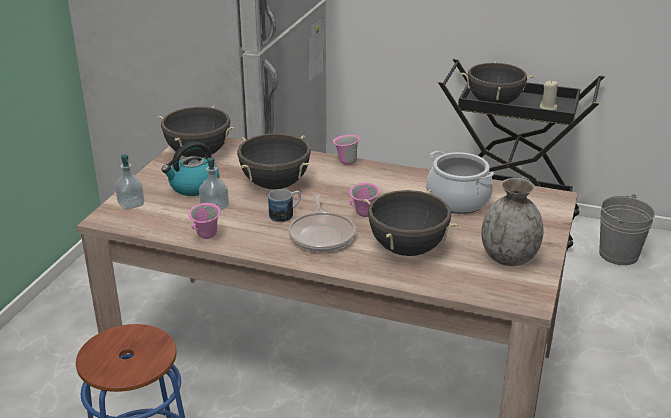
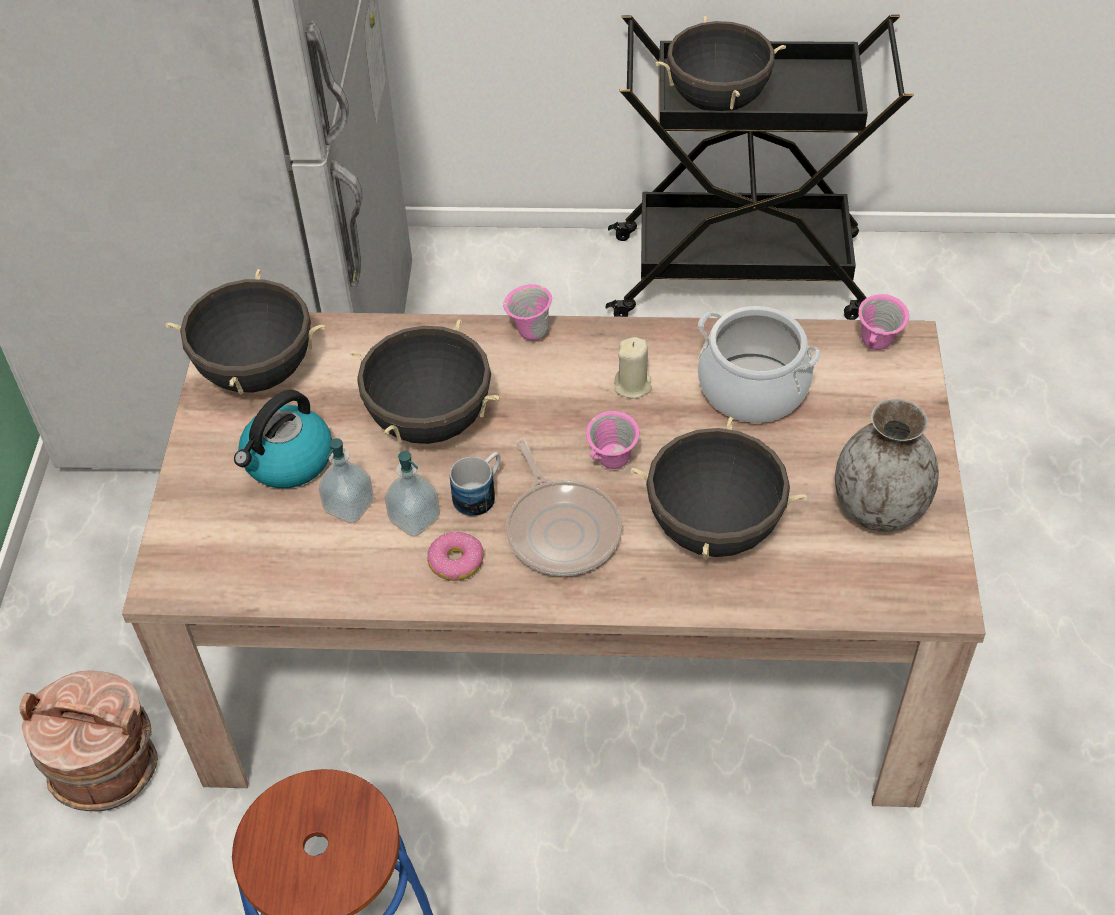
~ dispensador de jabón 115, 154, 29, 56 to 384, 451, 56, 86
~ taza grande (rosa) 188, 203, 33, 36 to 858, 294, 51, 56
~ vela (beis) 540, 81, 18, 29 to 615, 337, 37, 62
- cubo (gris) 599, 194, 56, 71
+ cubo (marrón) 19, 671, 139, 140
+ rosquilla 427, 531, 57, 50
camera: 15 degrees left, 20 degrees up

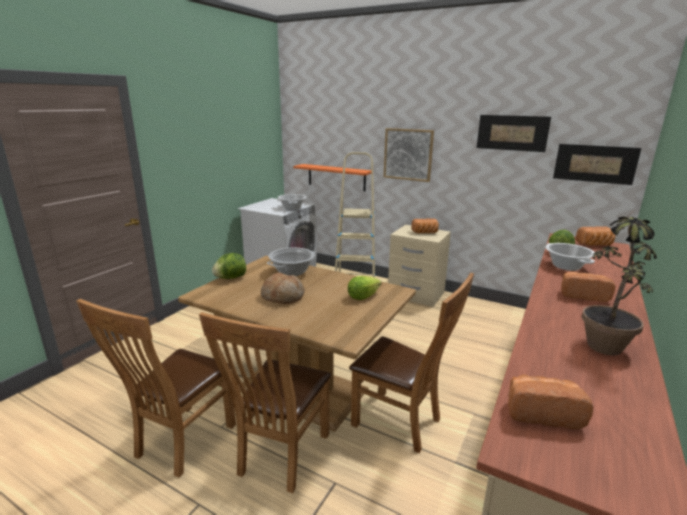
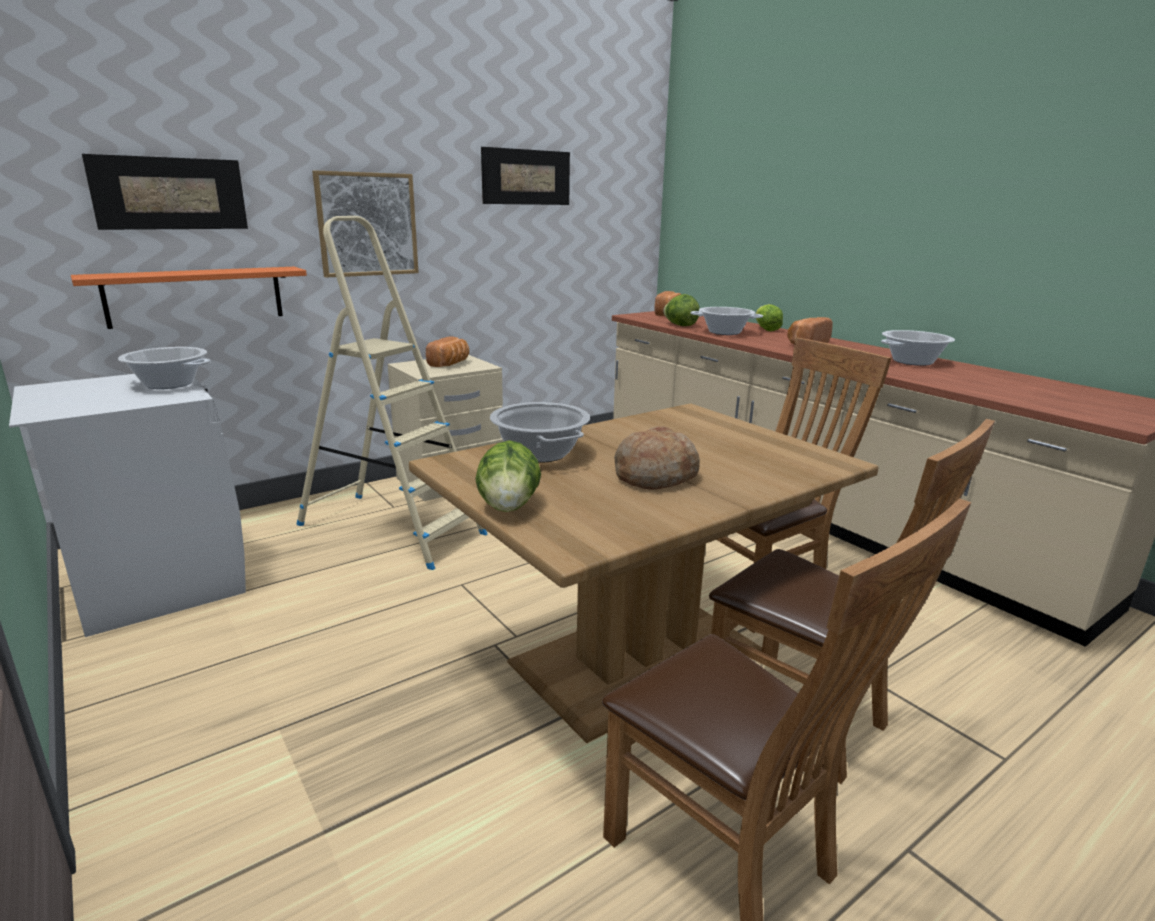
~ lechuga 348, 276, 34, 24 to 756, 304, 27, 27
- pan 508, 375, 85, 54
~ cuadro 553, 144, 88, 41 to 82, 154, 166, 76
~ planta en maceta 582, 214, 75, 141 to olla 881, 330, 74, 36
camera: 65 degrees left, 0 degrees up

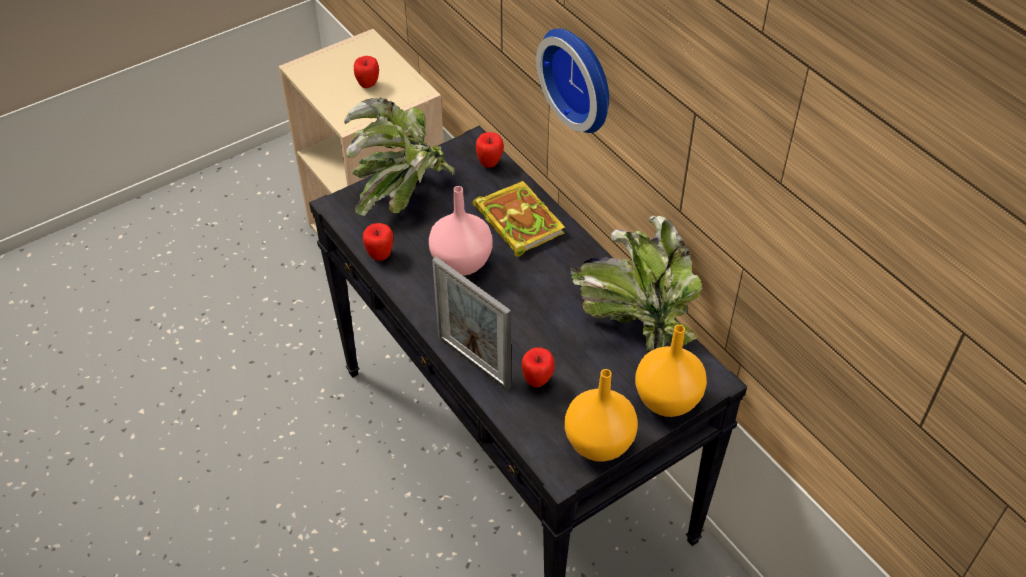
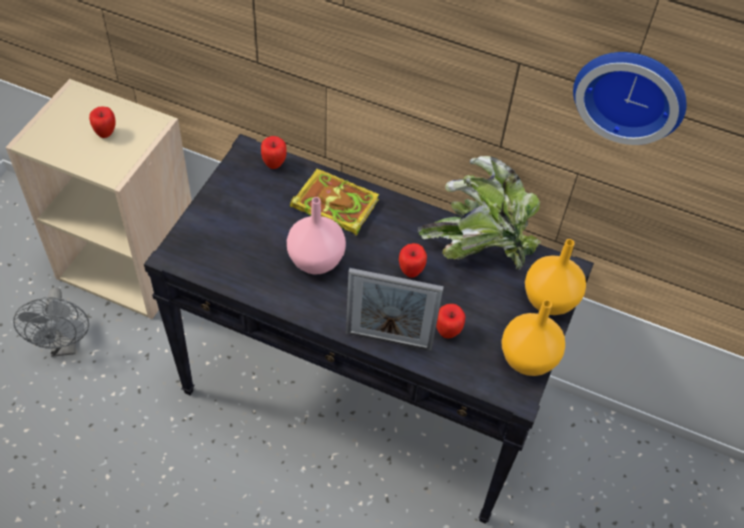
- planta en maceta 344, 97, 111, 119
~ manzana 363, 223, 30, 38 to 399, 243, 28, 35
~ reloj de pared 536, 29, 73, 104 to 573, 52, 114, 93
+ ventilador (gris) 13, 287, 76, 70
camera: 35 degrees left, 5 degrees up

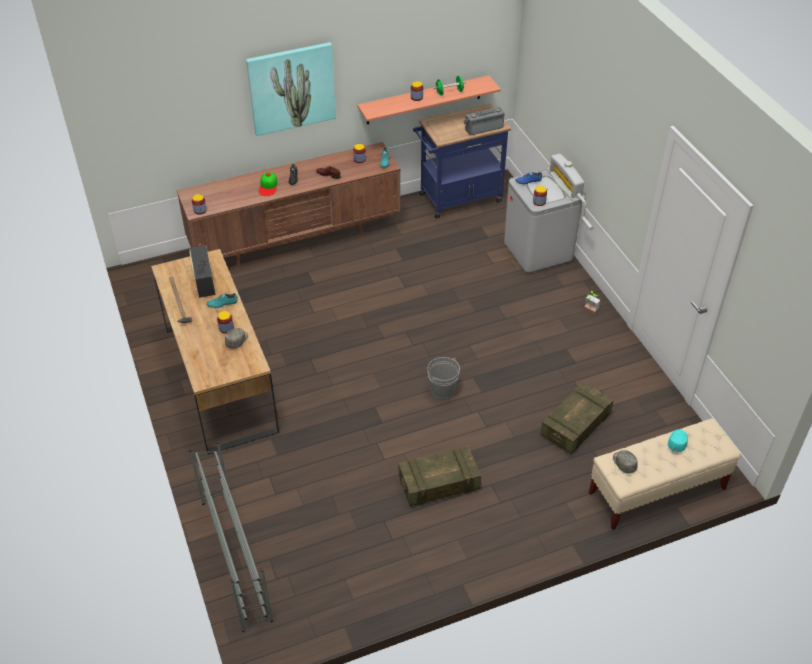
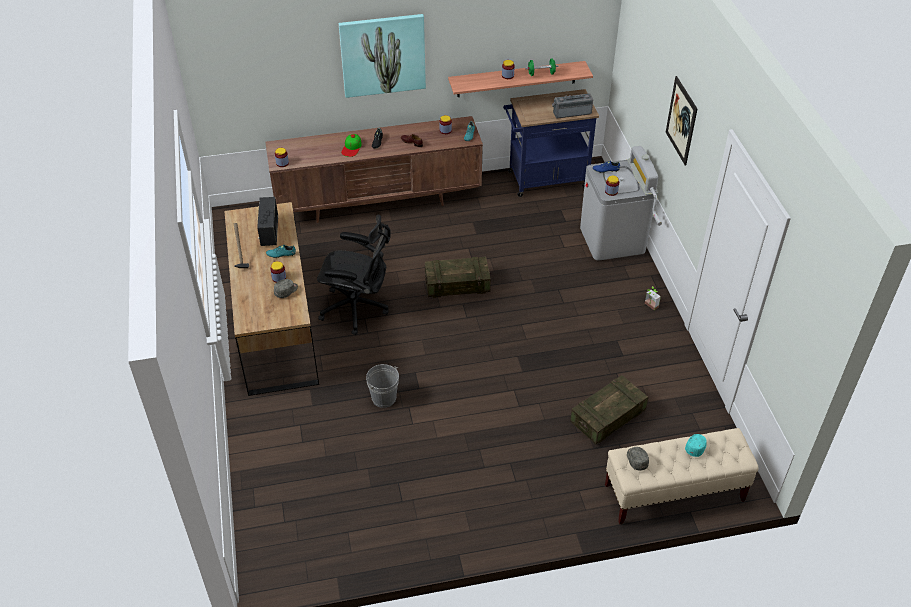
- zapatero (gris) 189, 441, 84, 191
~ caja de embalaje 398, 446, 83, 60 to 425, 257, 66, 41
~ cubo (gris) 428, 357, 32, 43 to 366, 364, 33, 44
+ silla de oficina 317, 214, 74, 121
+ cuadro 666, 76, 31, 90
camera: 10 degrees right, 0 degrees up

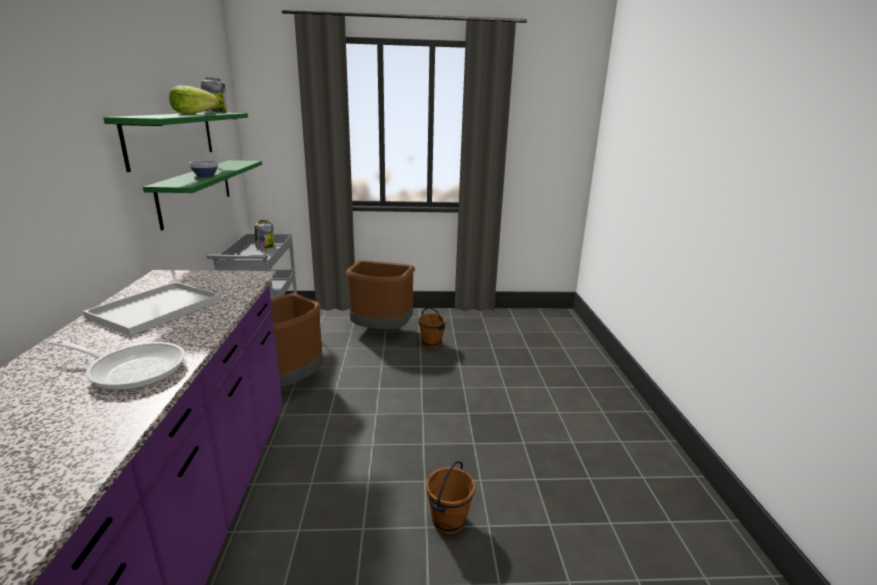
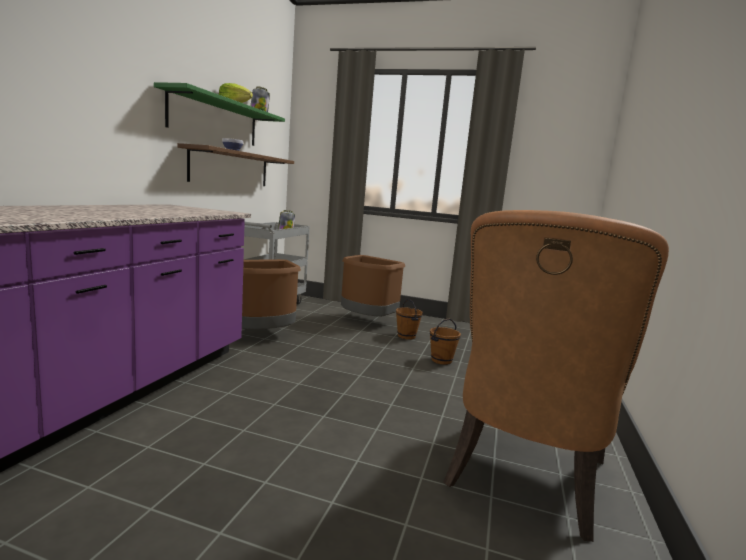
- sartén 51, 340, 134, 50
- bandeja (blanco) 83, 282, 138, 54
~ estante (verde) 143, 160, 119, 70 to estante (marrón) 178, 143, 116, 43
~ cubo (marrón) 426, 461, 49, 74 to 430, 318, 31, 47
+ silla (marrón) 443, 210, 226, 332
camera: 20 degrees right, 10 degrees down

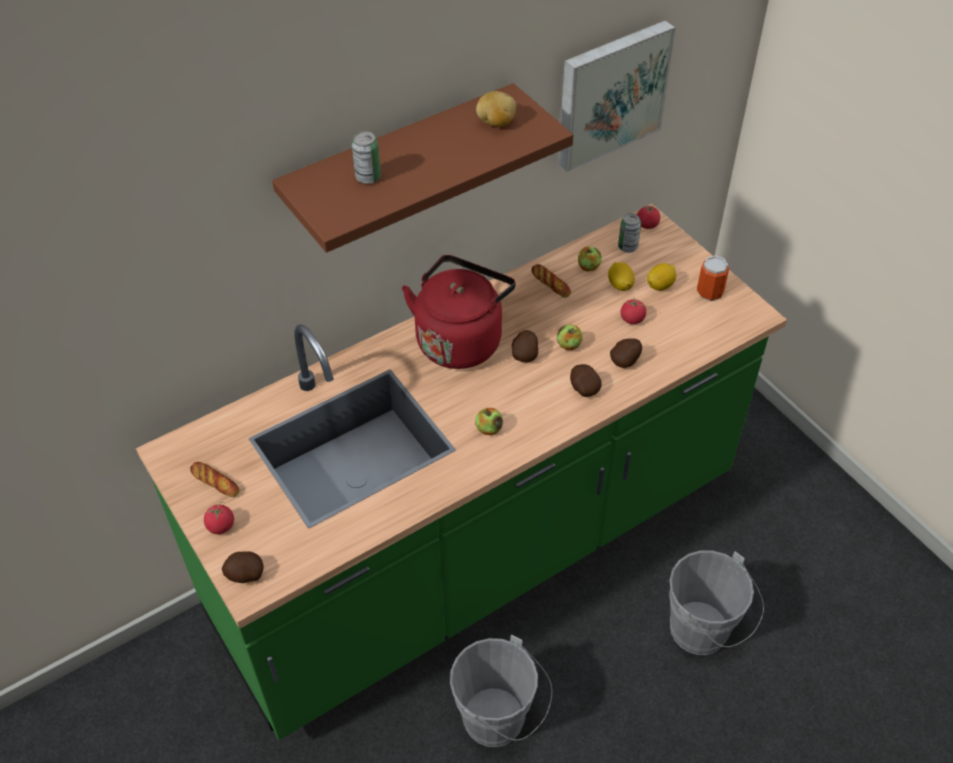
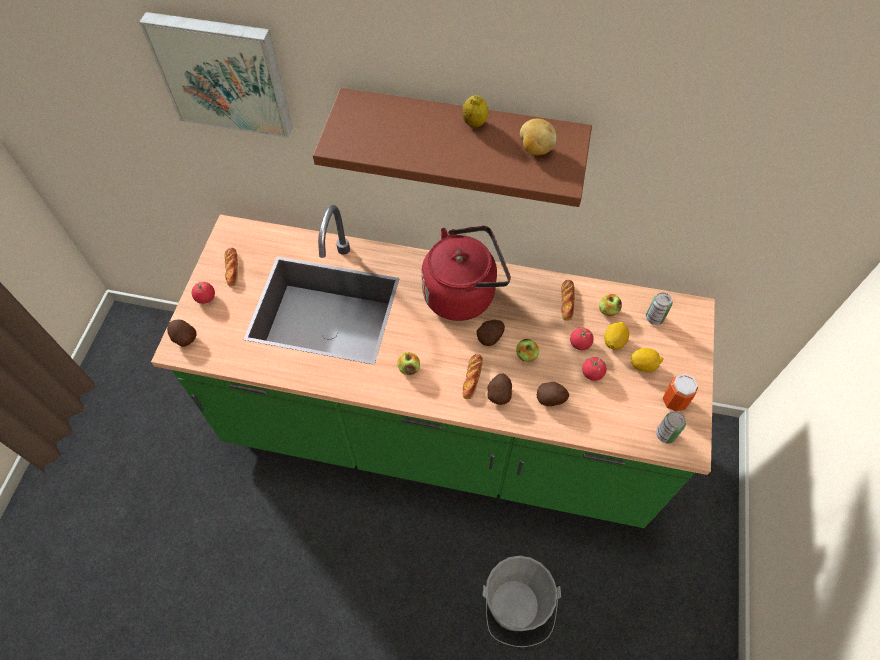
~ lata 352, 131, 29, 53 to 656, 412, 30, 32
- cubo (gris) 450, 635, 102, 112
~ cuadro 558, 20, 117, 152 to 139, 12, 154, 126
~ tomate 637, 204, 23, 25 to 570, 327, 24, 23
+ limón 462, 95, 26, 32
+ pan 462, 354, 21, 45
camera: 45 degrees right, 10 degrees up

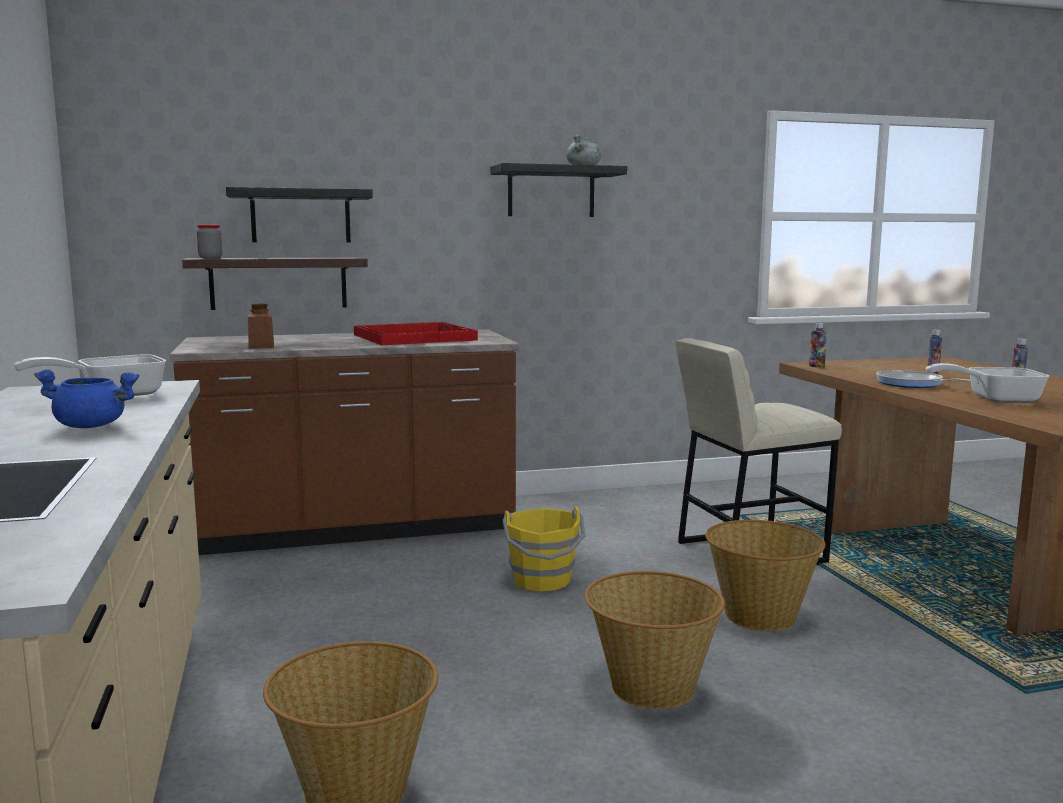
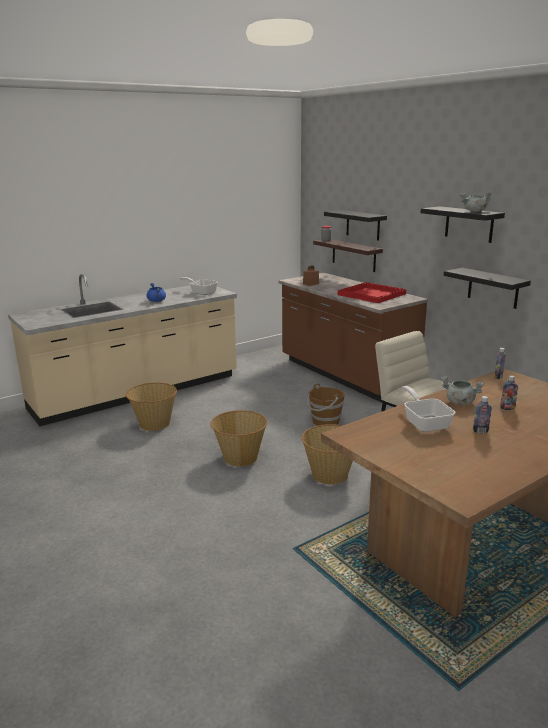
~ cubo (amarillo) 502, 507, 83, 84 to cubo (marrón) 307, 383, 38, 43
~ sartén 876, 370, 95, 18 to olla (gris) 440, 376, 44, 29
+ estante (negro) 444, 268, 87, 41
camera: 70 degrees right, 10 degrees up

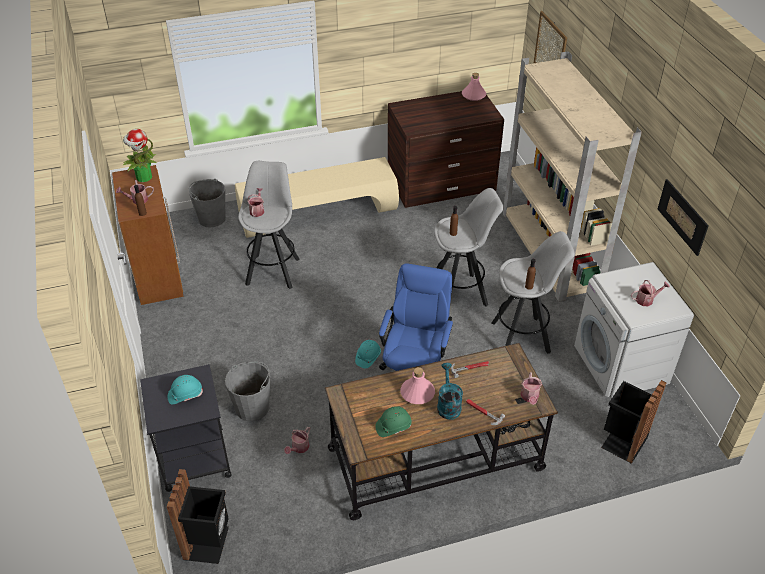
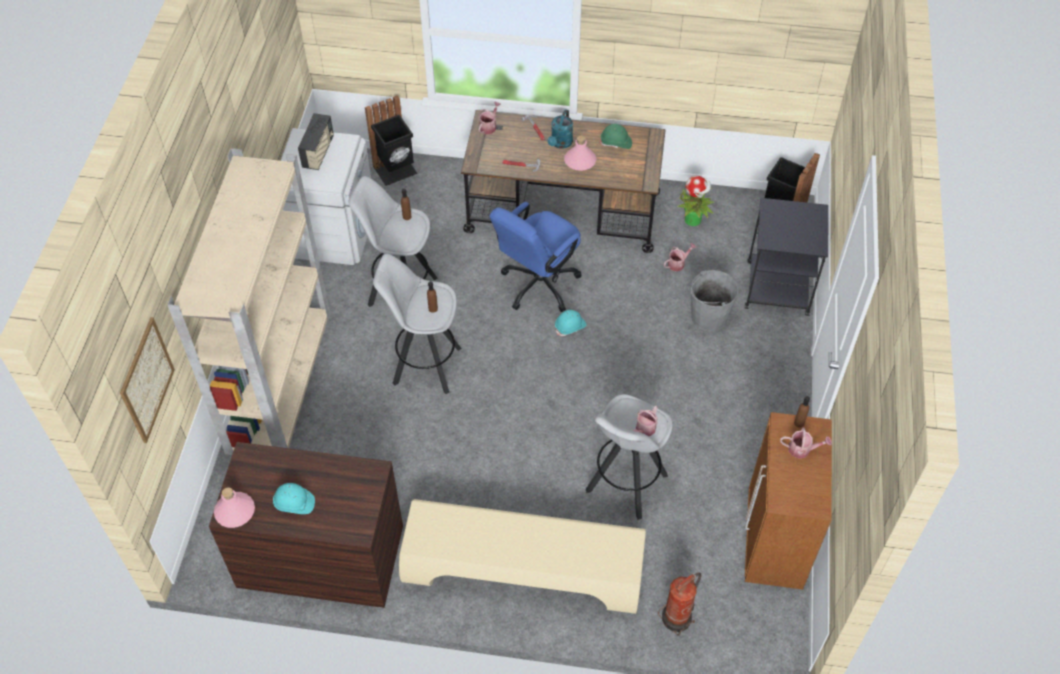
~ planta en maceta 122, 129, 35, 53 to 677, 176, 37, 50
~ casco (turquesa) 168, 375, 35, 29 to 273, 483, 42, 31
~ cubo (gris) 189, 179, 37, 49 to extintor 658, 573, 43, 63
~ regadera 631, 280, 39, 26 to radio 298, 113, 36, 57
- cuadro 658, 179, 51, 77
camera: 155 degrees left, 10 degrees up

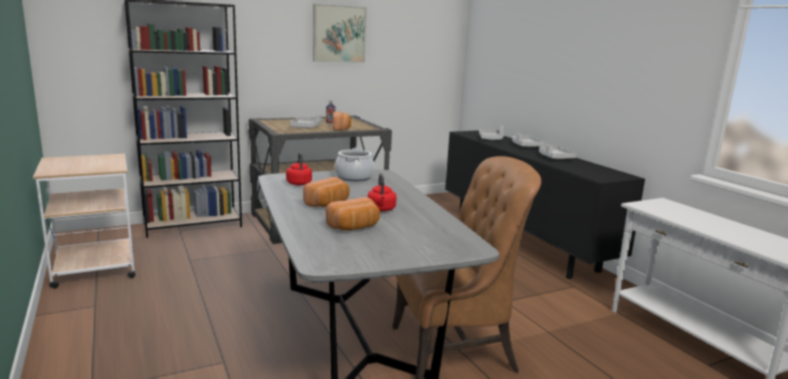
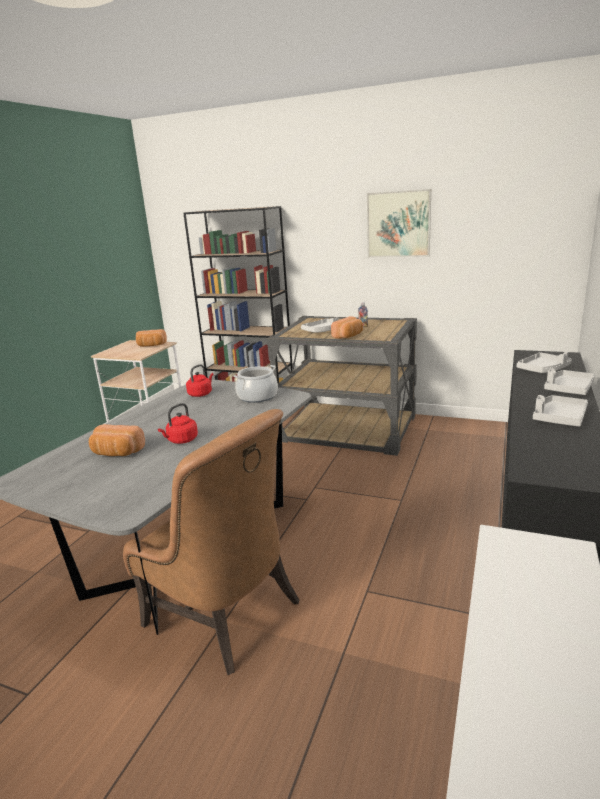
~ pan 303, 177, 47, 30 to 136, 329, 31, 18
camera: 50 degrees right, 5 degrees up

